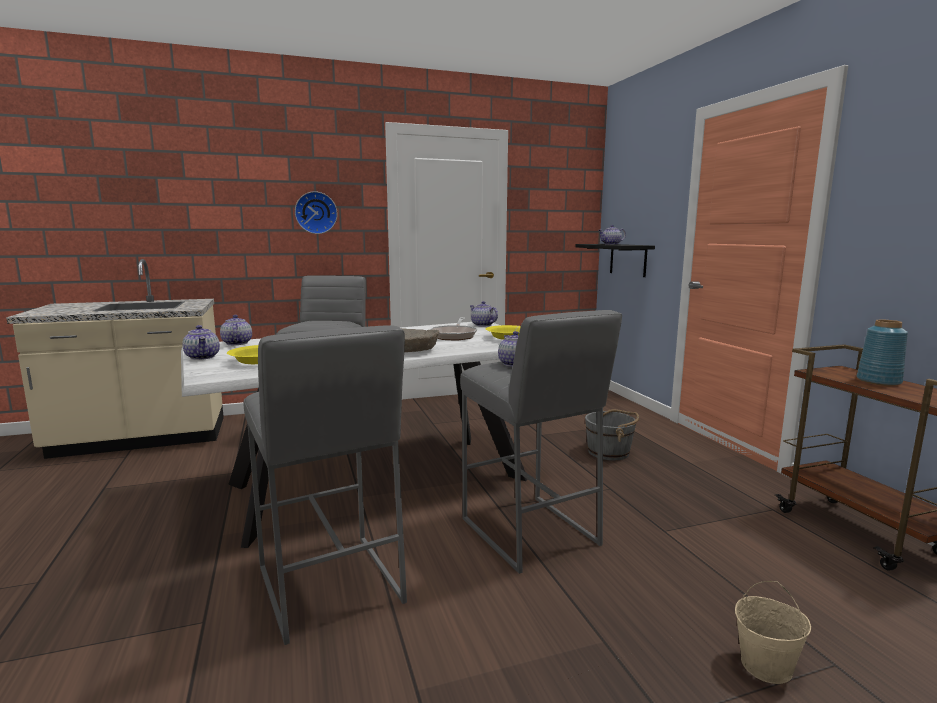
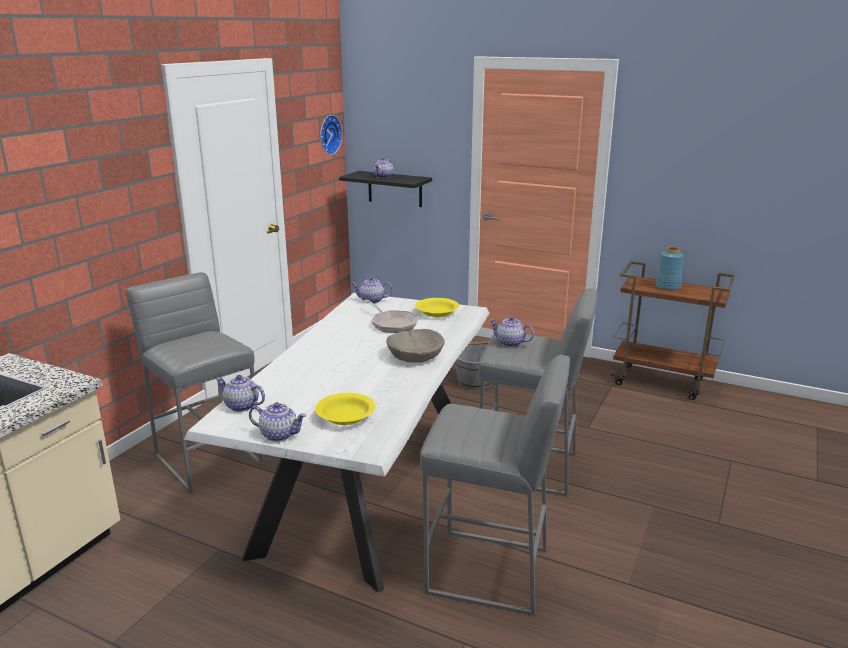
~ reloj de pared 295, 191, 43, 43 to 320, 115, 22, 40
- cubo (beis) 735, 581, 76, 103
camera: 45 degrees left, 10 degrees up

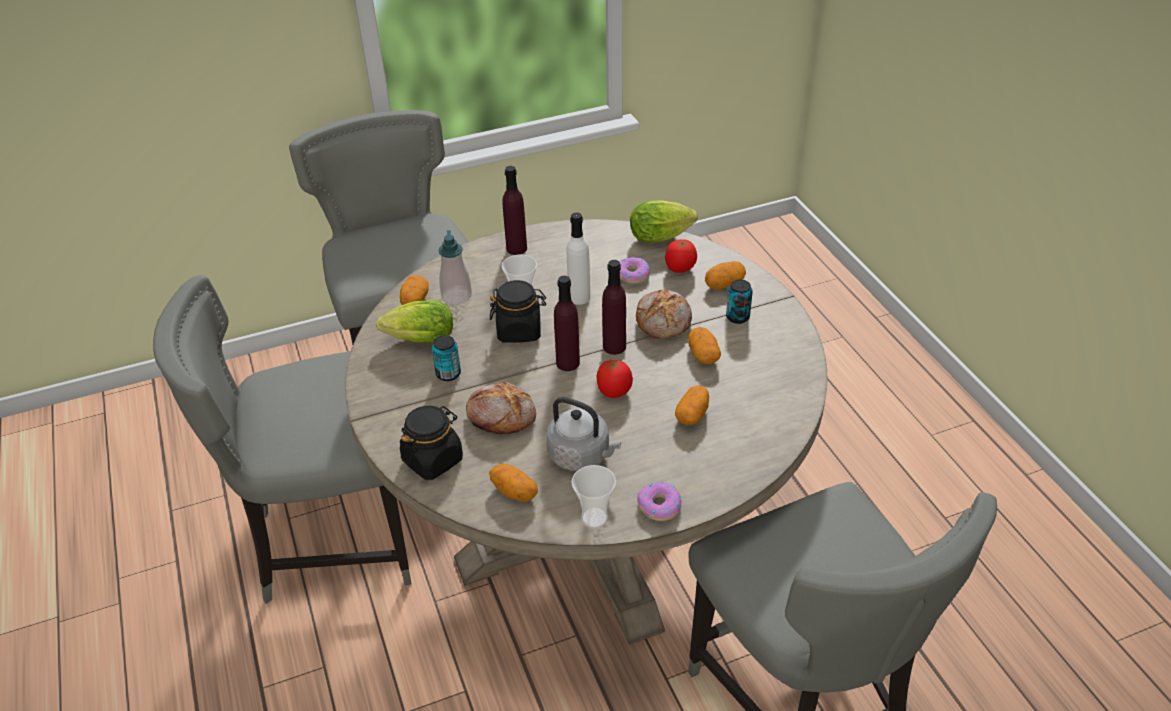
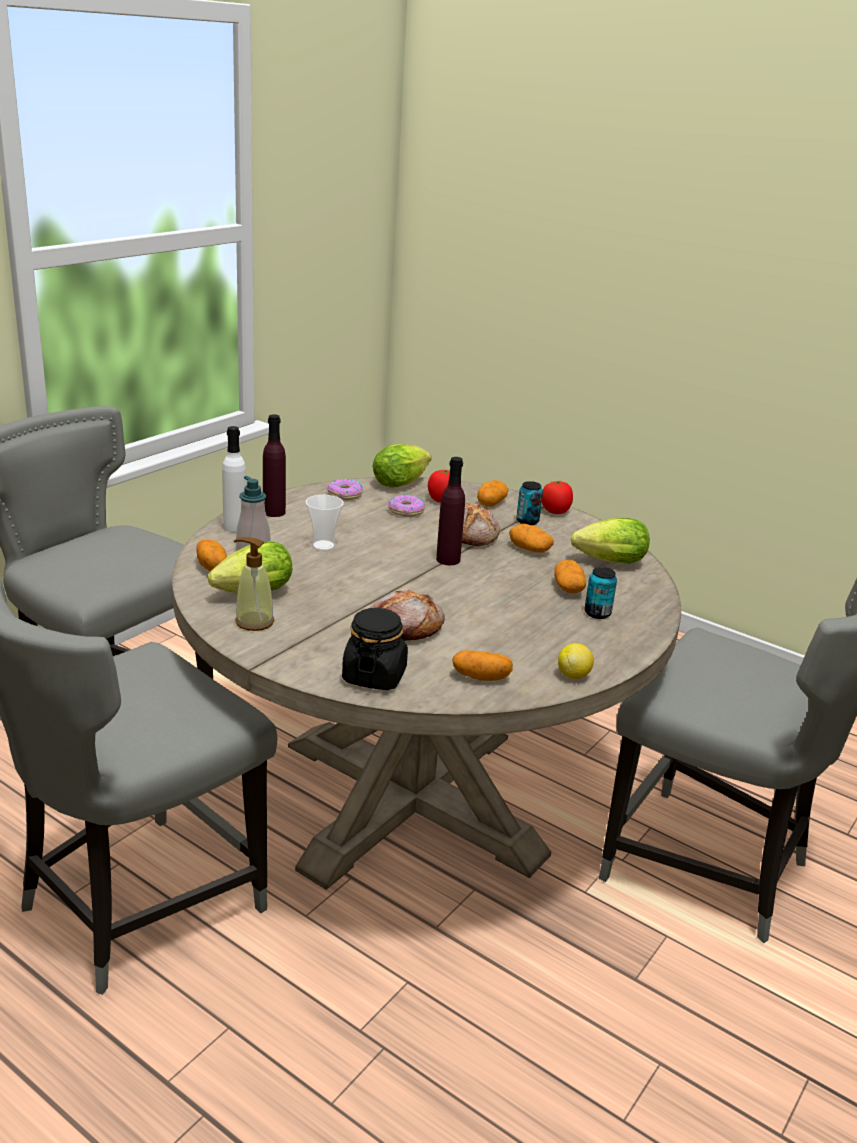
~ lata 432, 335, 29, 46 to 584, 567, 33, 52
- tarro (negro) 490, 280, 56, 63
- hervidor (gris) 546, 397, 75, 74
- botella (morado) 554, 276, 26, 95
~ botella (blanco) 567, 212, 23, 93 to 222, 426, 24, 106
~ taza 572, 465, 44, 64 to limón 558, 643, 36, 36
~ tomate 597, 359, 36, 39 to 542, 481, 31, 33
~ rosquilla 637, 482, 45, 39 to 327, 479, 36, 21
+ dispensador de jabón 234, 537, 40, 94
+ lechuga 571, 518, 79, 46
camera: 35 degrees left, 15 degrees down

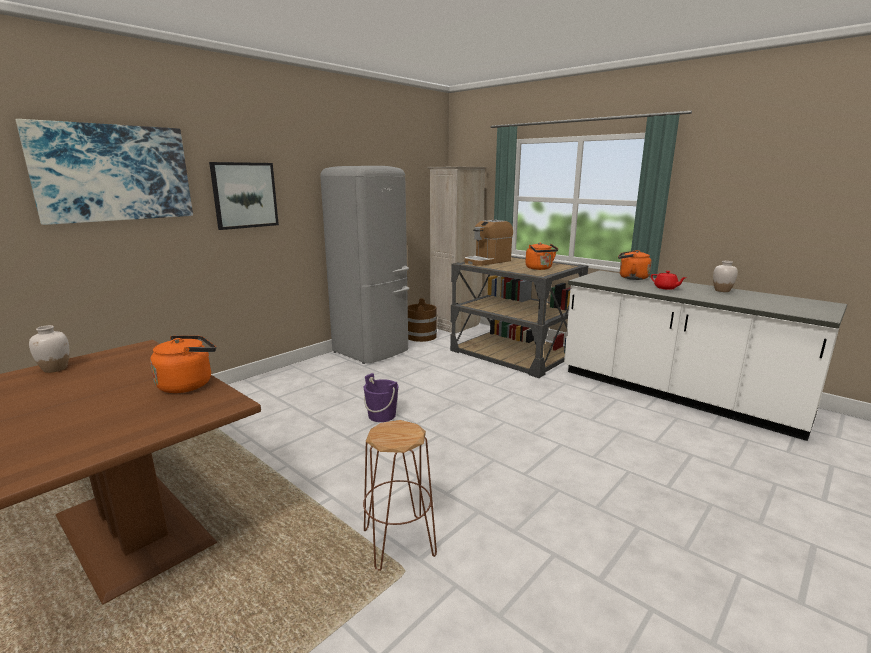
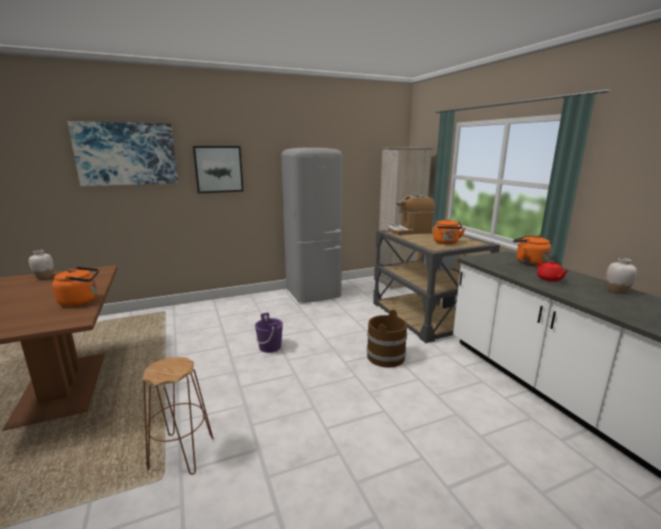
~ cubo (marrón) 408, 298, 29, 44 to 367, 309, 40, 59
camera: 25 degrees right, 0 degrees up

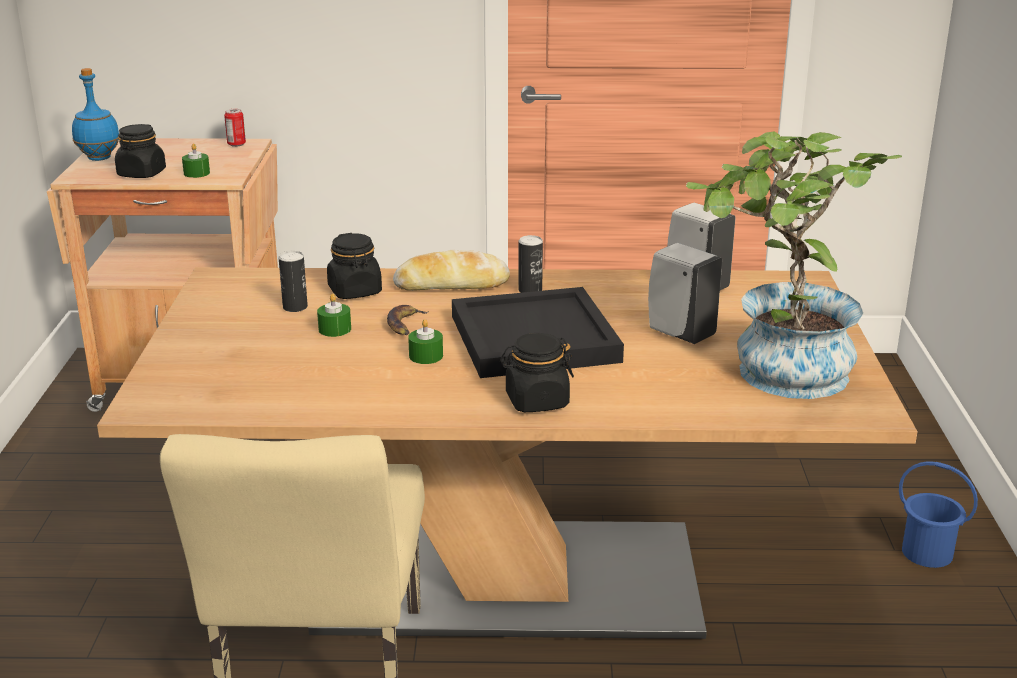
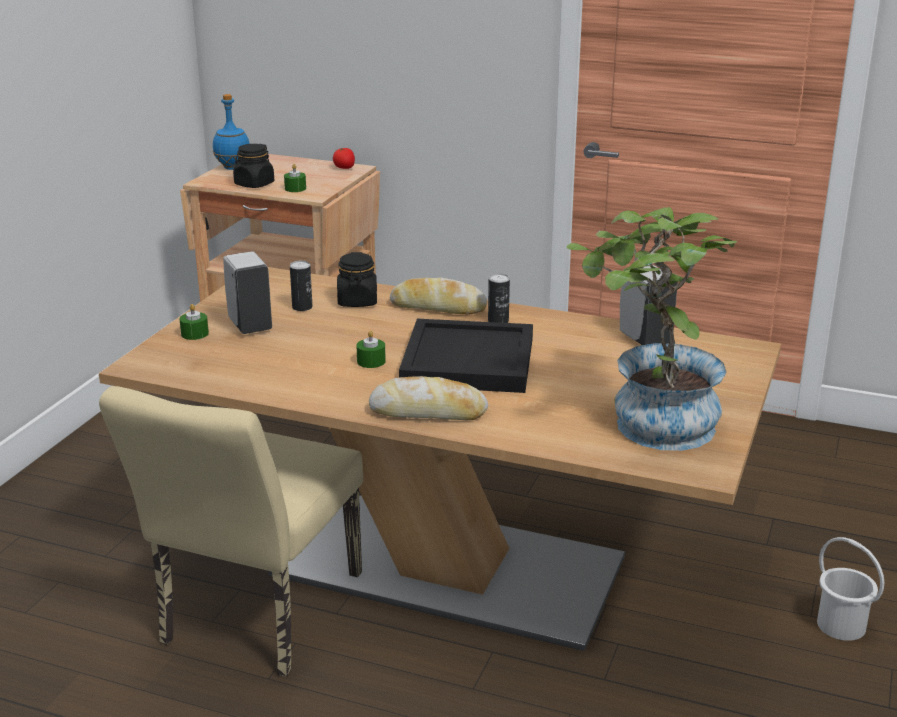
~ lata 224, 109, 22, 38 to tomate 333, 148, 22, 21
~ vela (verde) 317, 294, 34, 43 to 179, 304, 30, 36
- plátano 387, 305, 42, 30
~ tarro (negro) 500, 333, 74, 79 to pan 369, 376, 119, 44
~ dispensador de jabón (blanco) 648, 243, 74, 101 to 223, 251, 49, 83
~ cubo (azul) 899, 461, 79, 107 to cubo (blanco) 817, 537, 67, 104
camera: 20 degrees right, 0 degrees up

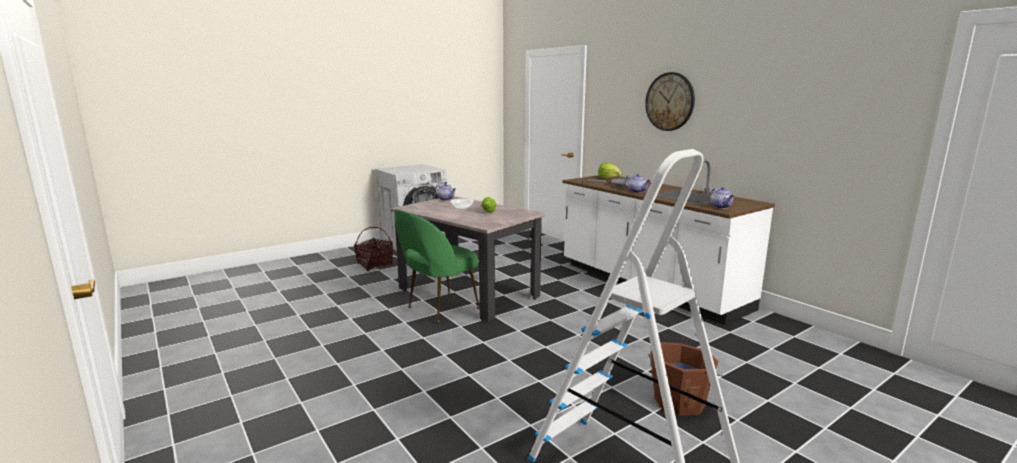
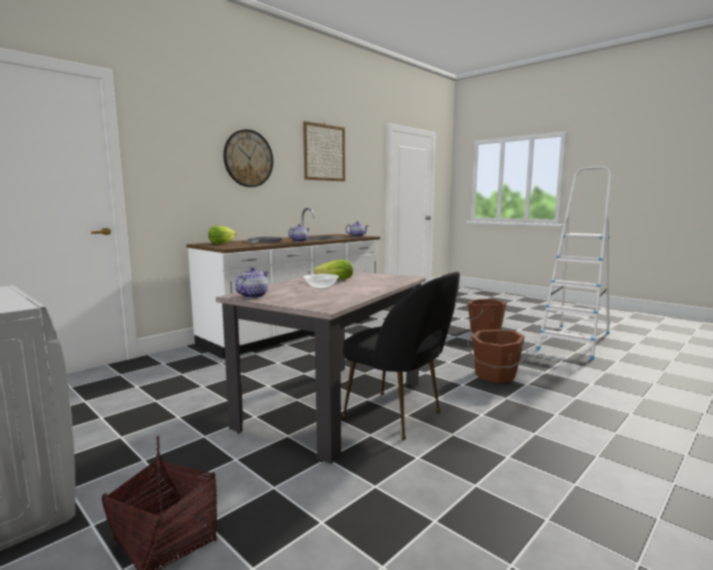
~ silla (verde) 394, 209, 86, 115 to silla (negro) 342, 272, 118, 168
+ cuadro 303, 121, 42, 60
+ cubo (marrón) 467, 330, 61, 53
camera: 100 degrees left, 5 degrees down

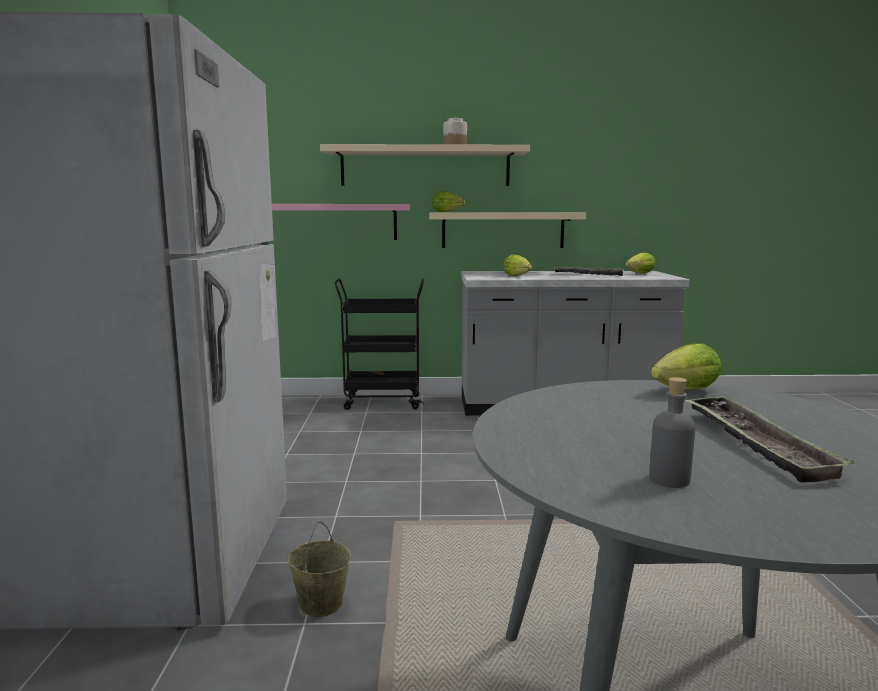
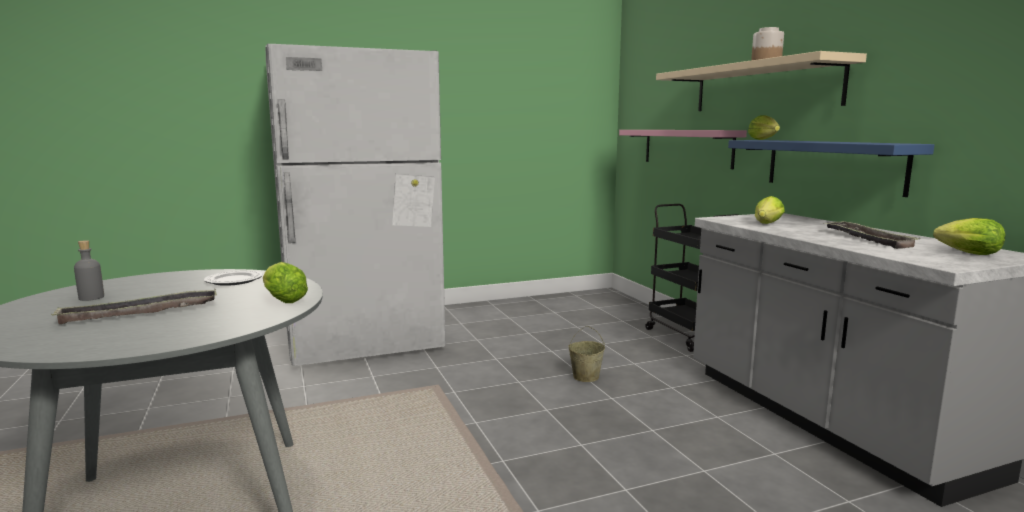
~ cubo (beis) 288, 522, 63, 95 to 568, 326, 37, 56
~ estante (beis) 429, 213, 157, 35 to estante (azul) 728, 140, 206, 57
+ plato 204, 270, 59, 16
camera: 70 degrees right, 0 degrees up

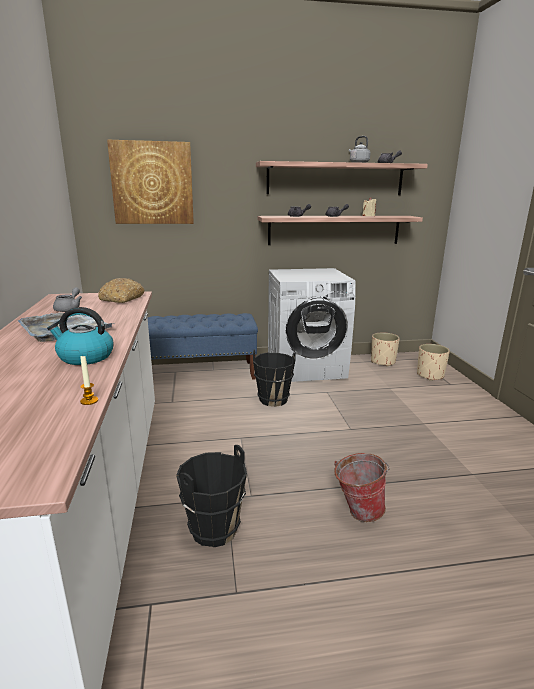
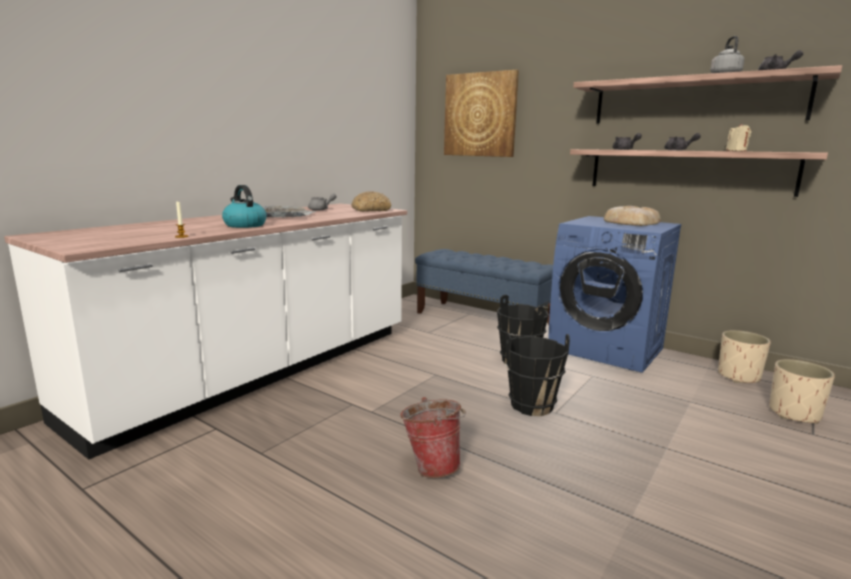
~ cubo (negro) 176, 445, 71, 103 to 505, 333, 65, 83
~ lavadora (blanco) 268, 268, 88, 114 to lavadora (azul) 548, 216, 133, 157
+ pan 604, 206, 57, 20
camera: 45 degrees right, 5 degrees down

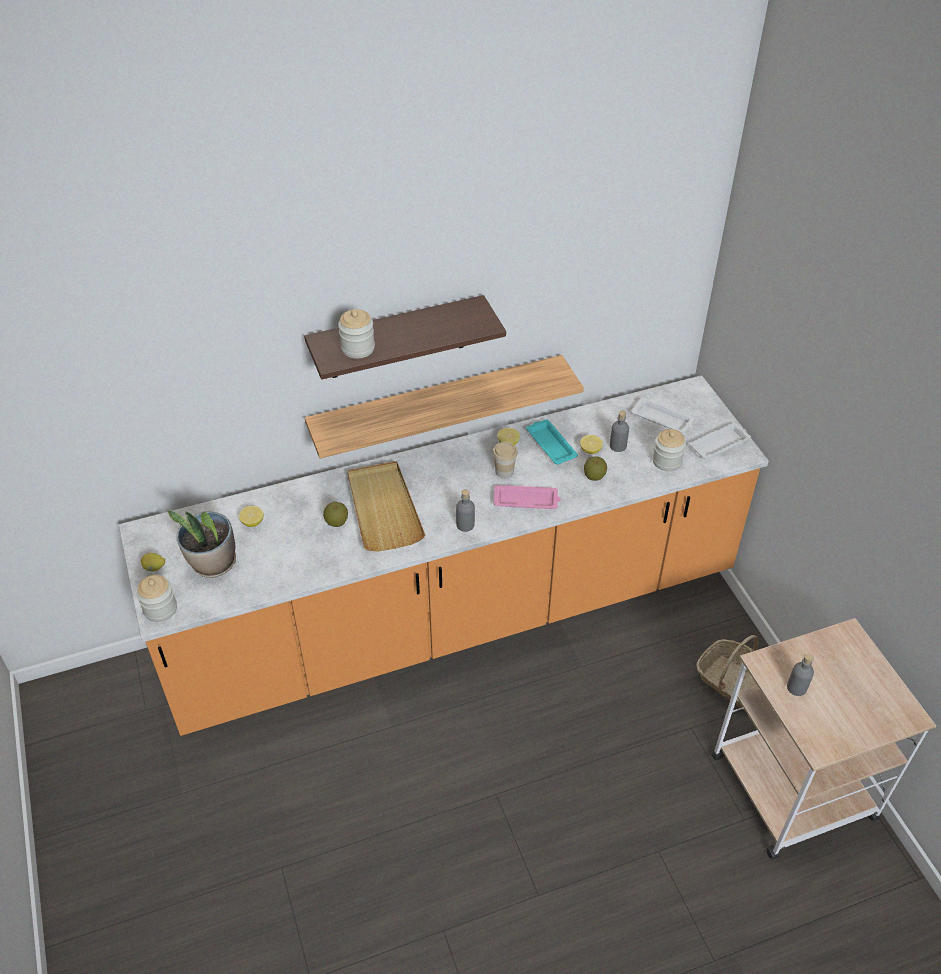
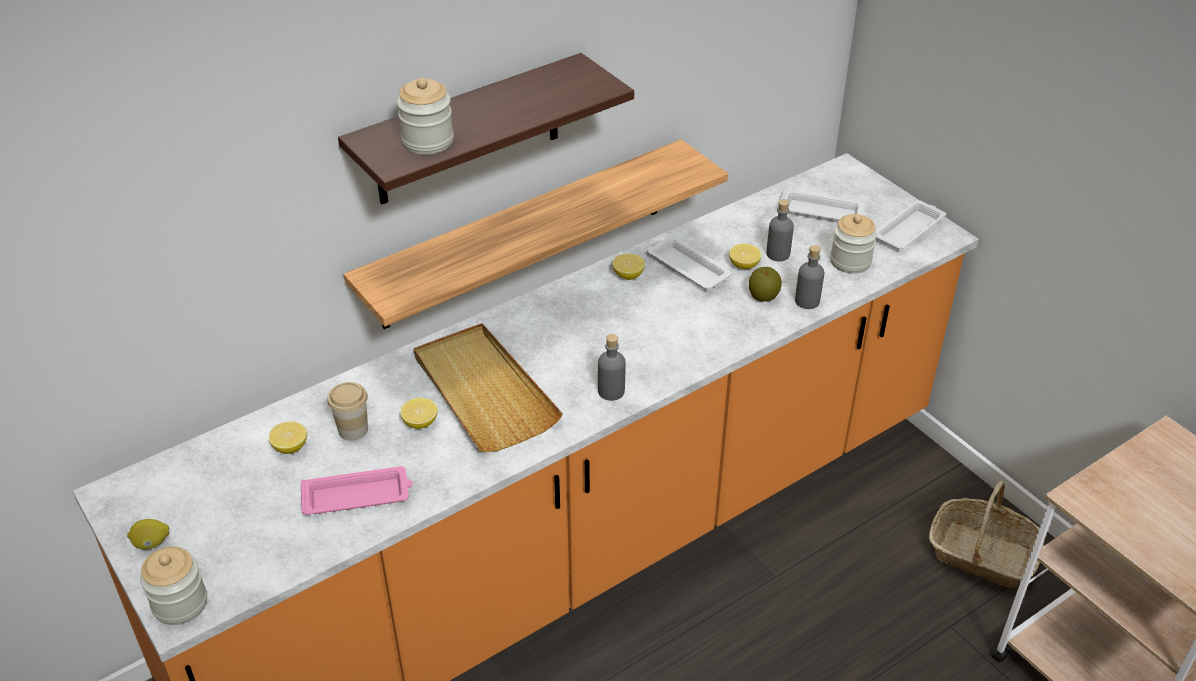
- planta en maceta 168, 510, 68, 68
~ manzana 323, 502, 25, 25 to limón 400, 397, 38, 32
~ taza 493, 442, 25, 36 to 327, 382, 41, 59
~ bandeja (rosa) 494, 485, 67, 24 to 301, 466, 112, 49
~ bandeja (turquesa) 526, 419, 52, 46 to bandeja (blanco) 647, 236, 85, 54
~ botella (gris) 787, 654, 27, 42 to 795, 245, 29, 64
camera: 15 degrees left, 5 degrees down

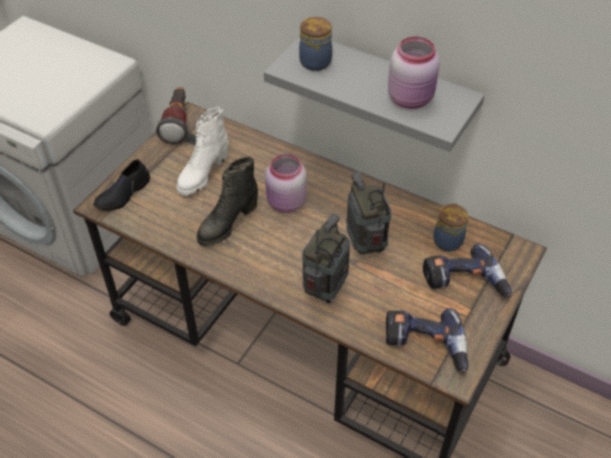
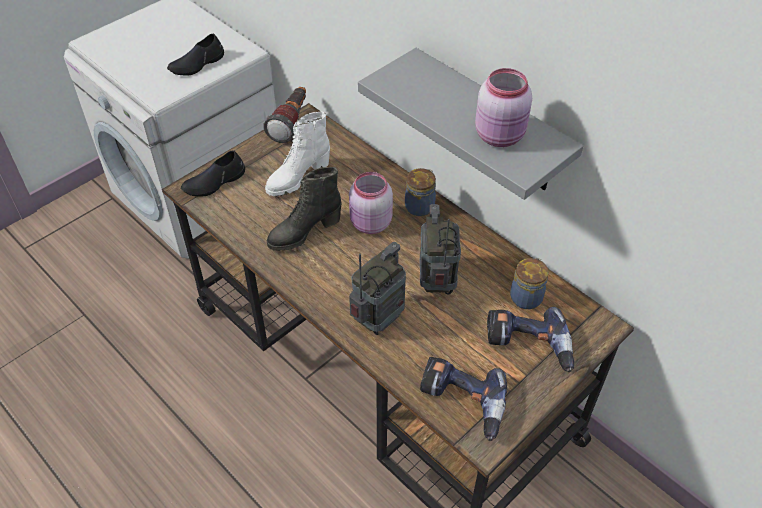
~ tarro 299, 17, 33, 54 to 405, 168, 31, 48
+ zapato (negro) 167, 33, 57, 42
camera: 15 degrees right, 0 degrees up

